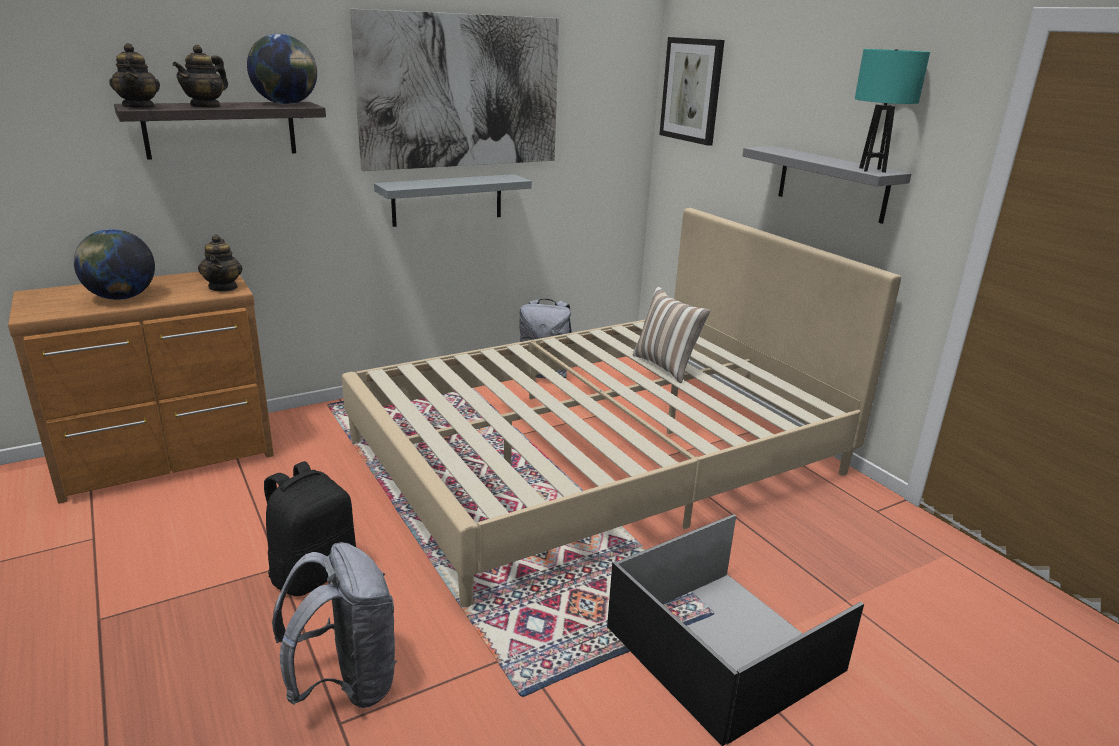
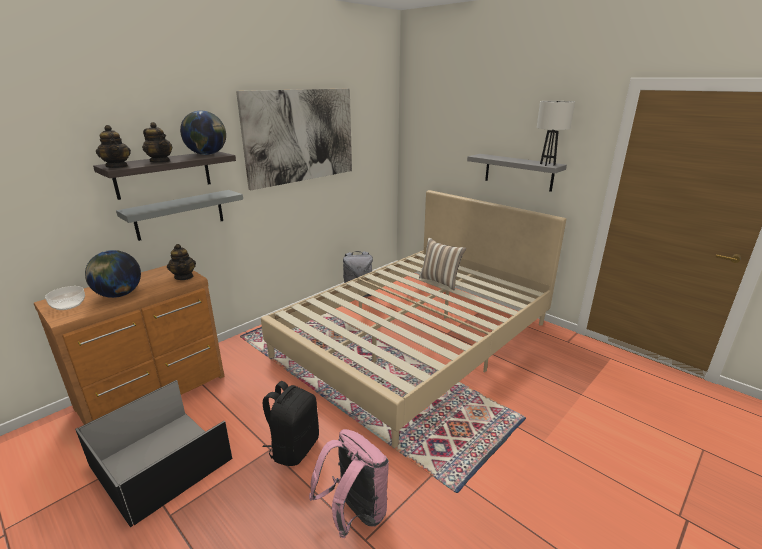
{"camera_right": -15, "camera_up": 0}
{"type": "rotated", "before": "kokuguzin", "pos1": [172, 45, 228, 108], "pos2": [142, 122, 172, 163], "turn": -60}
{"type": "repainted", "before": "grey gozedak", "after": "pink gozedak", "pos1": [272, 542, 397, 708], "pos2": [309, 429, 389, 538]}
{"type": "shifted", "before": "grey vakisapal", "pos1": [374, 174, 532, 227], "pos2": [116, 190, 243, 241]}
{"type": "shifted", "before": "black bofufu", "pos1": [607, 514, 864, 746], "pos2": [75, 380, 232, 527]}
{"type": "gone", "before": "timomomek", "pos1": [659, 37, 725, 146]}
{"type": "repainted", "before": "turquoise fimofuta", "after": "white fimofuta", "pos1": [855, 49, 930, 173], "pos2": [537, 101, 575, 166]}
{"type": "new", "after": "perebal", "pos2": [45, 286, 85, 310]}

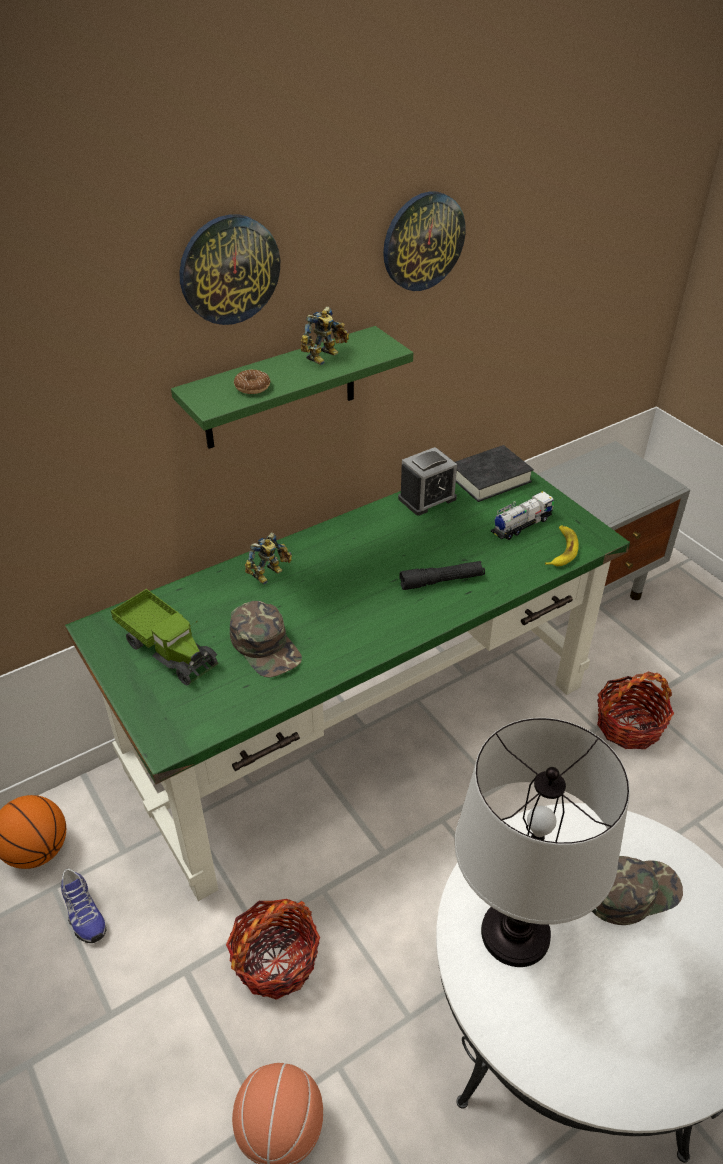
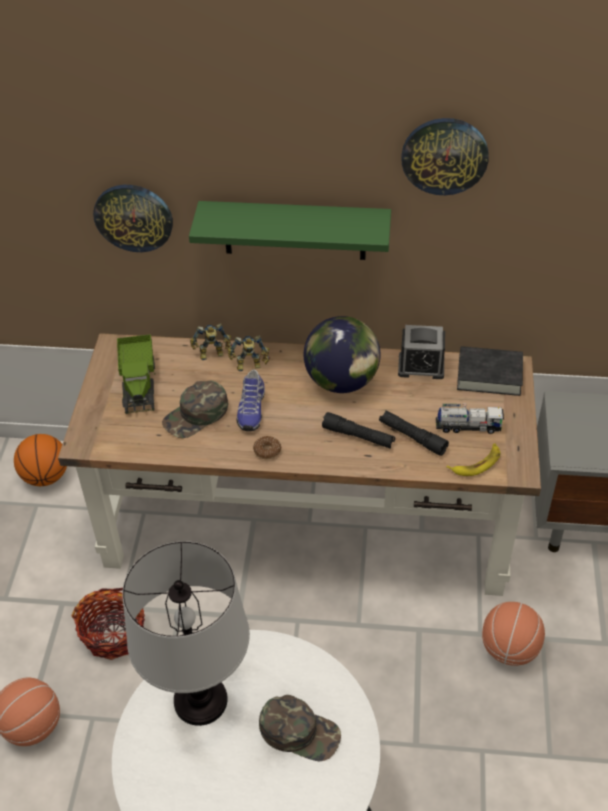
{"camera_right": 40, "camera_up": 5}
{"type": "shifted", "before": "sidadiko", "pos1": [61, 869, 106, 943], "pos2": [237, 369, 265, 431]}
{"type": "repainted", "before": "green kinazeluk", "after": "brown kinazeluk", "pos1": [65, 471, 630, 901], "pos2": [58, 333, 541, 596]}
{"type": "shifted", "before": "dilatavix", "pos1": [179, 215, 280, 325], "pos2": [93, 185, 173, 252]}
{"type": "rotated", "before": "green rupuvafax", "pos1": [230, 601, 302, 678], "pos2": [162, 380, 228, 438], "turn": 45}
{"type": "shifted", "before": "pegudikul", "pos1": [234, 370, 270, 394], "pos2": [253, 436, 281, 459]}
{"type": "shifted", "before": "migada", "pos1": [300, 307, 349, 365], "pos2": [190, 323, 232, 360]}
{"type": "swapped", "before": "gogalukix", "after": "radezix", "pos1": [597, 672, 674, 749], "pos2": [482, 602, 545, 666]}
{"type": "new", "after": "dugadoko", "pos2": [304, 316, 381, 393]}
{"type": "new", "after": "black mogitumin", "pos2": [379, 410, 449, 456]}

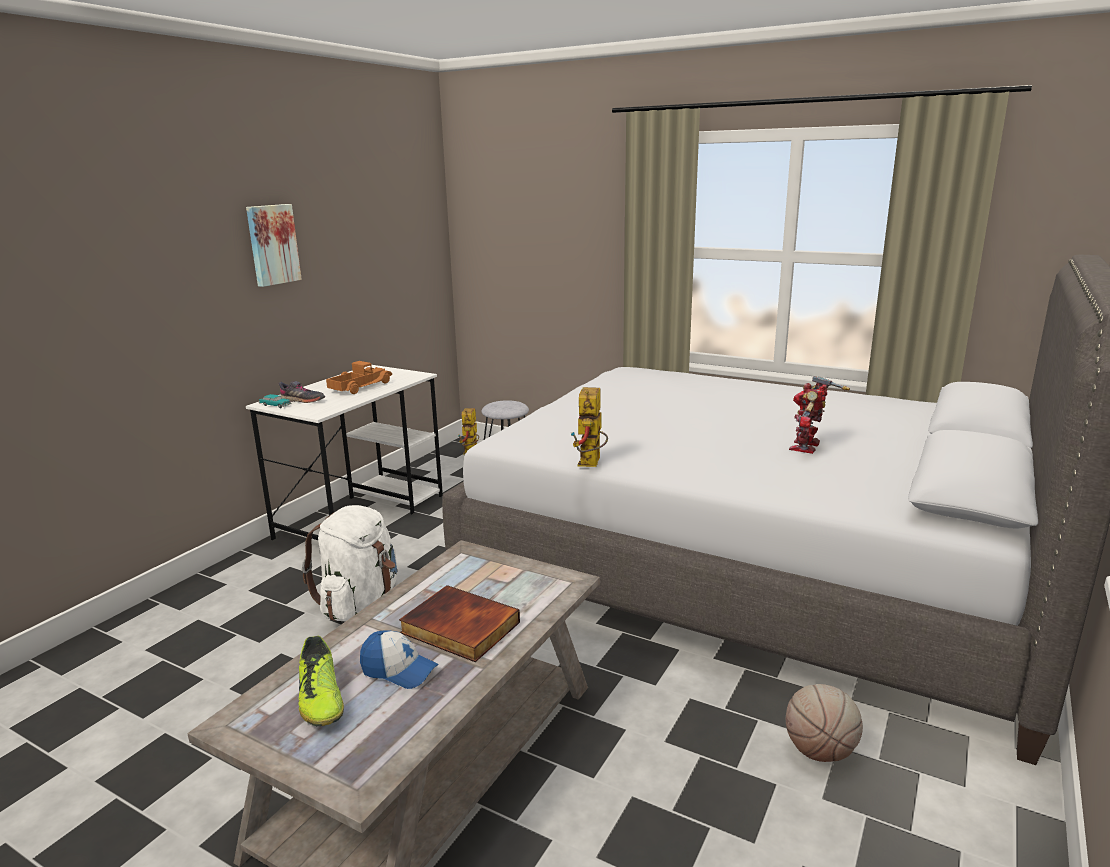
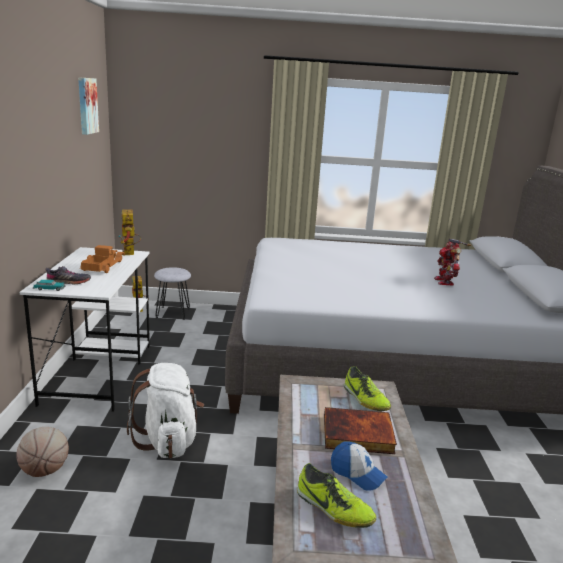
{"camera_right": -30, "camera_up": 0}
{"type": "shifted", "before": "timomomek", "pos1": [246, 204, 302, 287], "pos2": [78, 77, 99, 135]}
{"type": "rotated", "before": "rupuvafax", "pos1": [360, 630, 438, 689], "pos2": [331, 441, 388, 491], "turn": 45}
{"type": "shifted", "before": "migada", "pos1": [571, 387, 608, 467], "pos2": [118, 210, 141, 256]}
{"type": "shifted", "before": "radezix", "pos1": [786, 684, 863, 762], "pos2": [16, 427, 69, 477]}
{"type": "new", "after": "sidadiko", "pos2": [344, 366, 391, 411]}

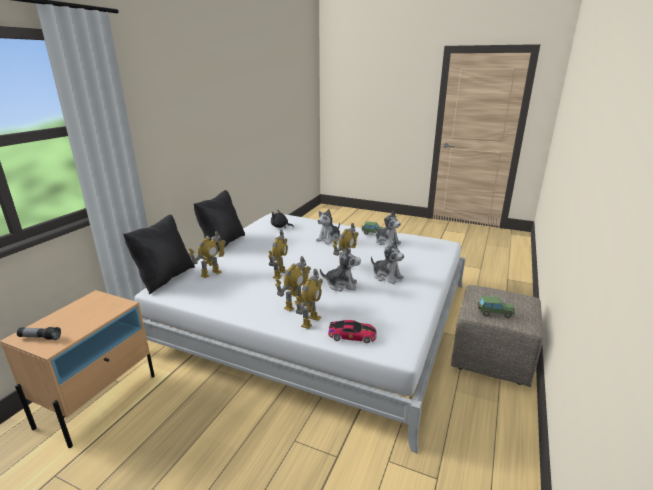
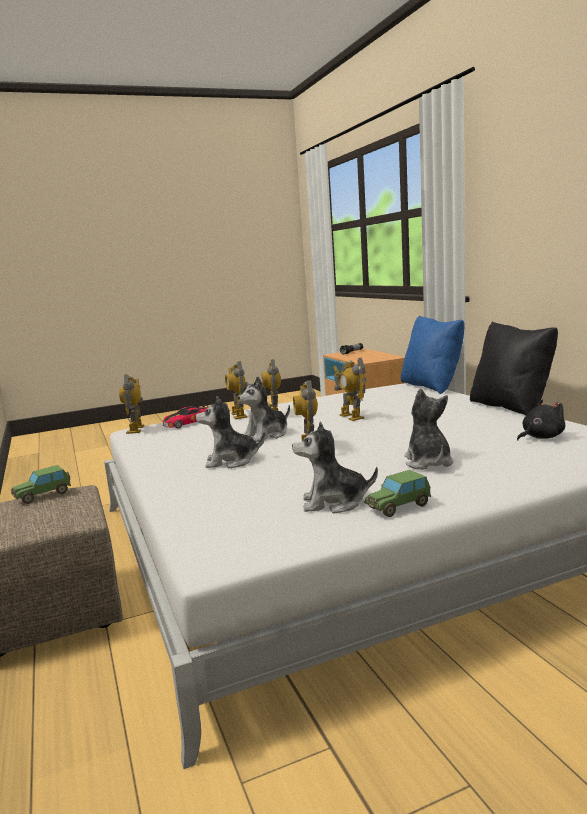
{"camera_right": 135, "camera_up": -10}
{"type": "repainted", "before": "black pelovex", "after": "blue pelovex", "pos1": [123, 214, 195, 294], "pos2": [401, 315, 465, 394]}
{"type": "shifted", "before": "migada", "pos1": [189, 231, 226, 278], "pos2": [119, 374, 144, 434]}

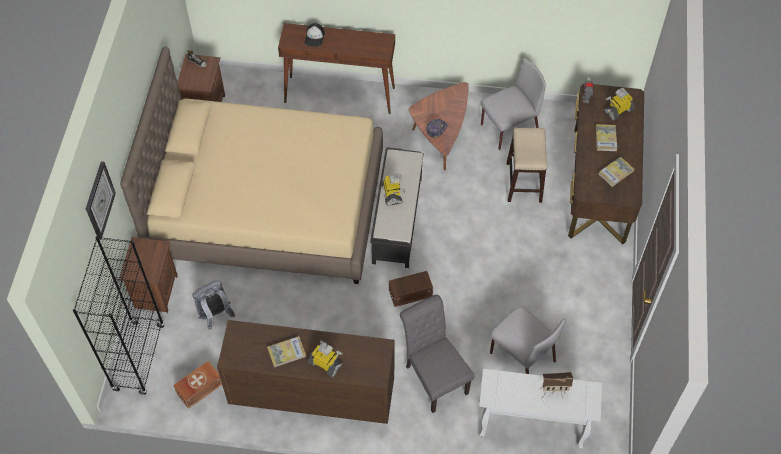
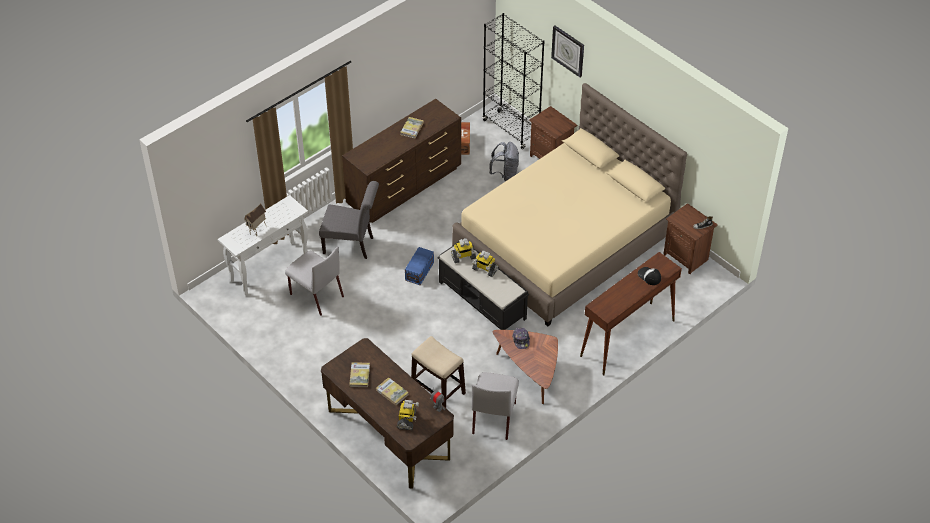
{"camera_right": 130, "camera_up": -10}
{"type": "shifted", "before": "migada", "pos1": [308, 340, 343, 378], "pos2": [451, 238, 476, 263]}
{"type": "repainted", "before": "brown bofufu", "after": "blue bofufu", "pos1": [389, 271, 433, 307], "pos2": [405, 247, 434, 285]}
{"type": "rotated", "before": "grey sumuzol", "pos1": [490, 306, 566, 374], "pos2": [285, 247, 344, 316], "turn": -135}

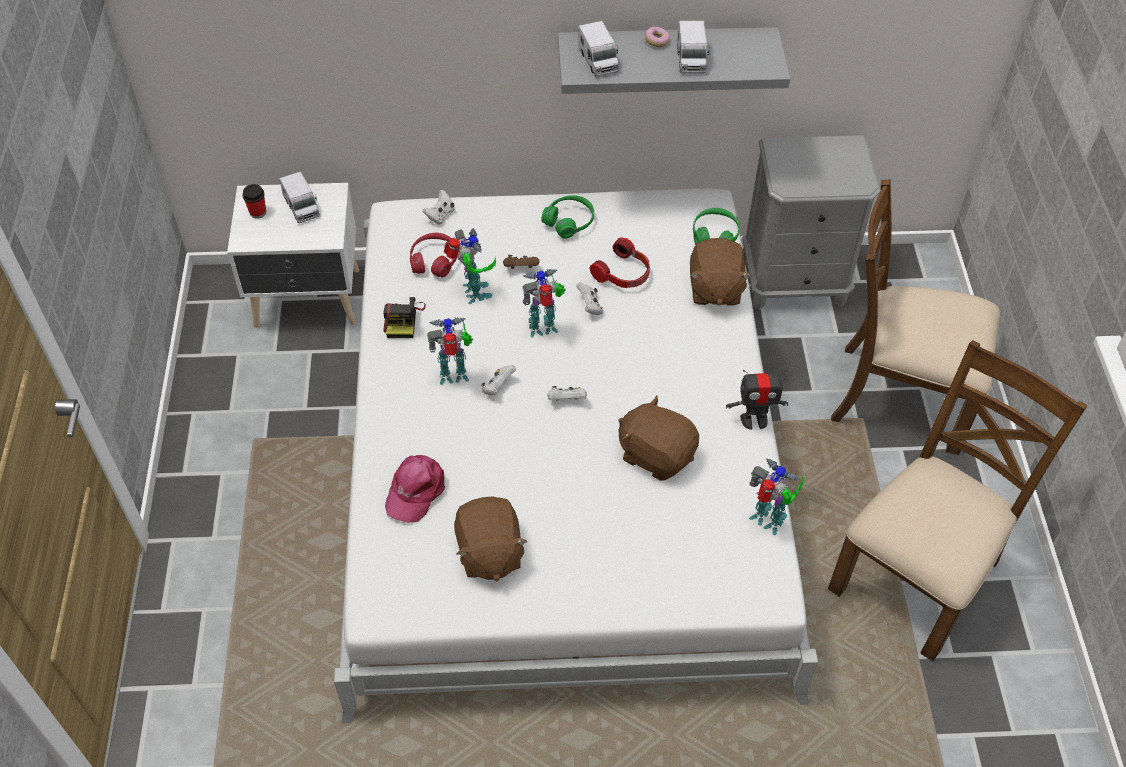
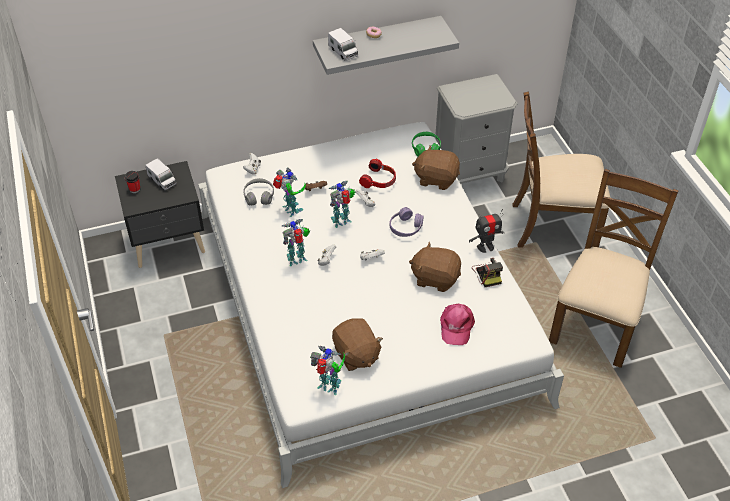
{"camera_right": -15, "camera_up": -5}
{"type": "repainted", "before": "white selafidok", "after": "black selafidok", "pos1": [227, 183, 359, 328], "pos2": [115, 161, 205, 268]}
{"type": "shifted", "before": "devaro", "pos1": [383, 297, 426, 338], "pos2": [472, 258, 503, 287]}
{"type": "shifted", "before": "pink rupuvafax", "pos1": [385, 455, 445, 523], "pos2": [440, 304, 475, 345]}
{"type": "repainted", "before": "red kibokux", "after": "grey kibokux", "pos1": [410, 233, 457, 278], "pos2": [243, 178, 274, 206]}
{"type": "gone", "before": "green kibokux", "pos1": [541, 195, 594, 239]}
{"type": "gone", "before": "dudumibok", "pos1": [677, 21, 710, 73]}
{"type": "rotated", "before": "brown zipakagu", "pos1": [690, 238, 752, 306], "pos2": [412, 146, 460, 190], "turn": 120}
{"type": "shifted", "before": "migada", "pos1": [749, 458, 803, 535], "pos2": [310, 346, 345, 395]}
{"type": "new", "after": "purple kibokux", "pos2": [389, 207, 424, 237]}

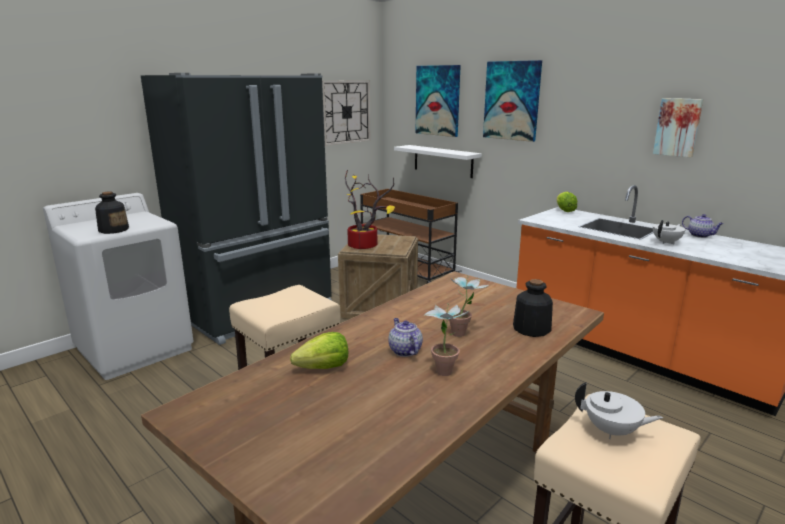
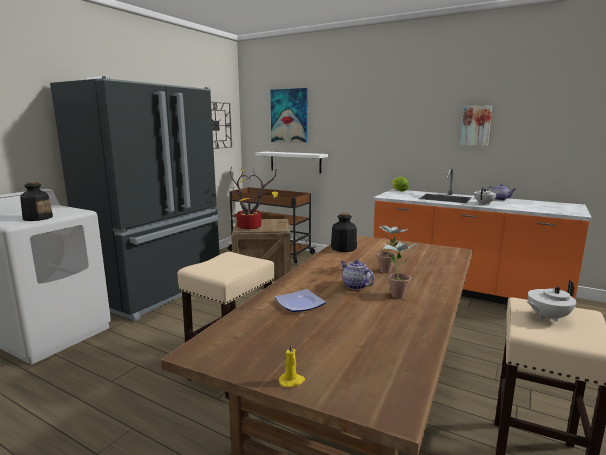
{"camera_right": -15, "camera_up": -5}
{"type": "swapped", "before": "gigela", "after": "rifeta", "pos1": [290, 332, 348, 369], "pos2": [275, 289, 326, 312]}
{"type": "gone", "before": "timomomek", "pos1": [483, 60, 542, 142]}
{"type": "shifted", "before": "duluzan", "pos1": [513, 279, 553, 337], "pos2": [331, 213, 357, 252]}
{"type": "rotated", "before": "white kokuguzin", "pos1": [575, 382, 663, 439], "pos2": [526, 280, 576, 322], "turn": 150}
{"type": "new", "after": "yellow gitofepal", "pos2": [279, 343, 305, 387]}

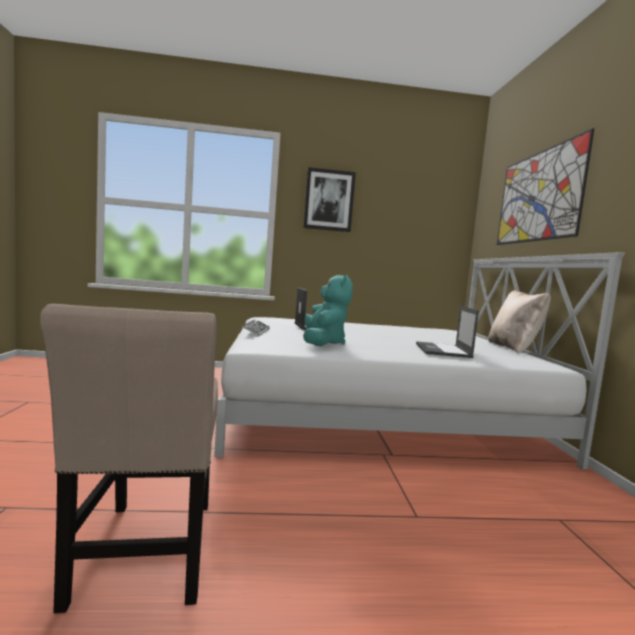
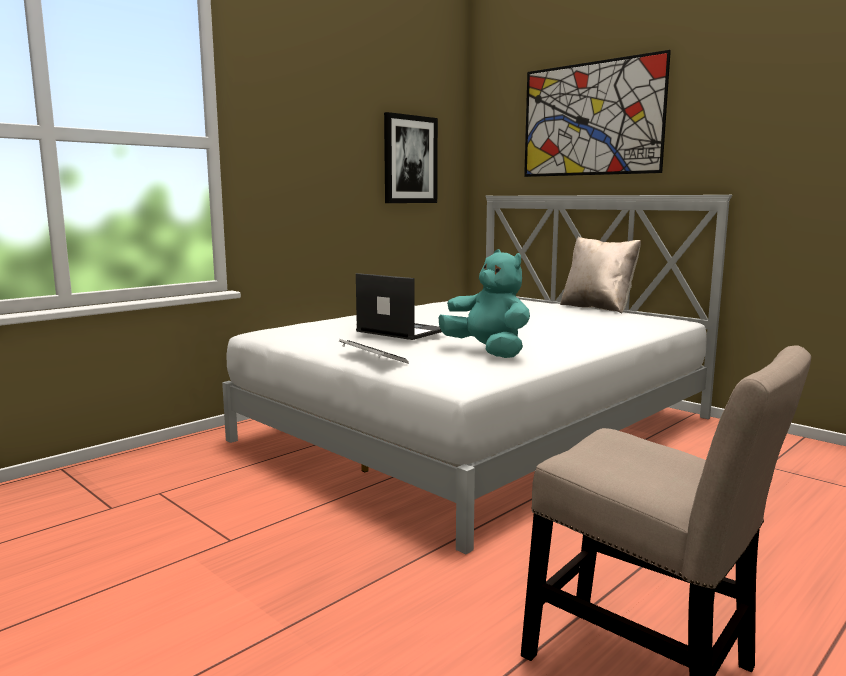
{"camera_right": -40, "camera_up": 5}
{"type": "shifted", "before": "timomomek", "pos1": [303, 167, 356, 232], "pos2": [384, 112, 438, 203]}
{"type": "gone", "before": "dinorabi", "pos1": [416, 306, 479, 358]}

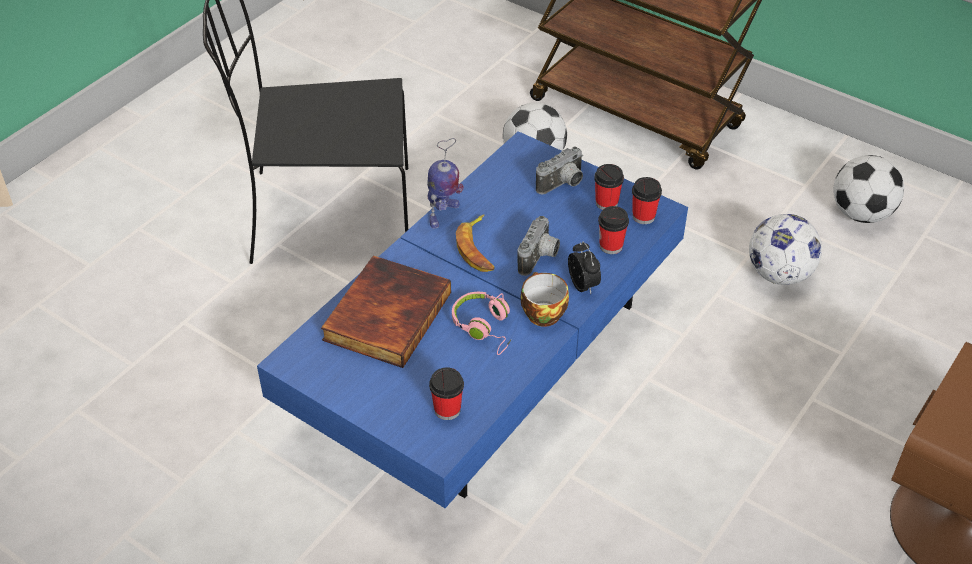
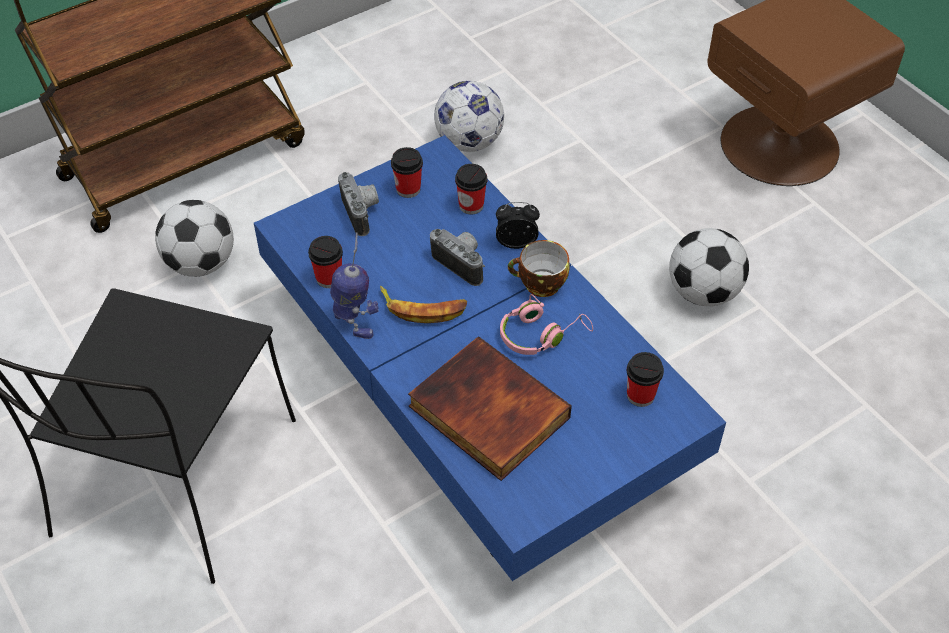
{"camera_right": -70, "camera_up": 5}
{"type": "shifted", "before": "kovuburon", "pos1": [632, 177, 662, 224], "pos2": [308, 236, 343, 288]}
{"type": "shifted", "before": "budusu", "pos1": [833, 155, 904, 223], "pos2": [669, 228, 749, 306]}

